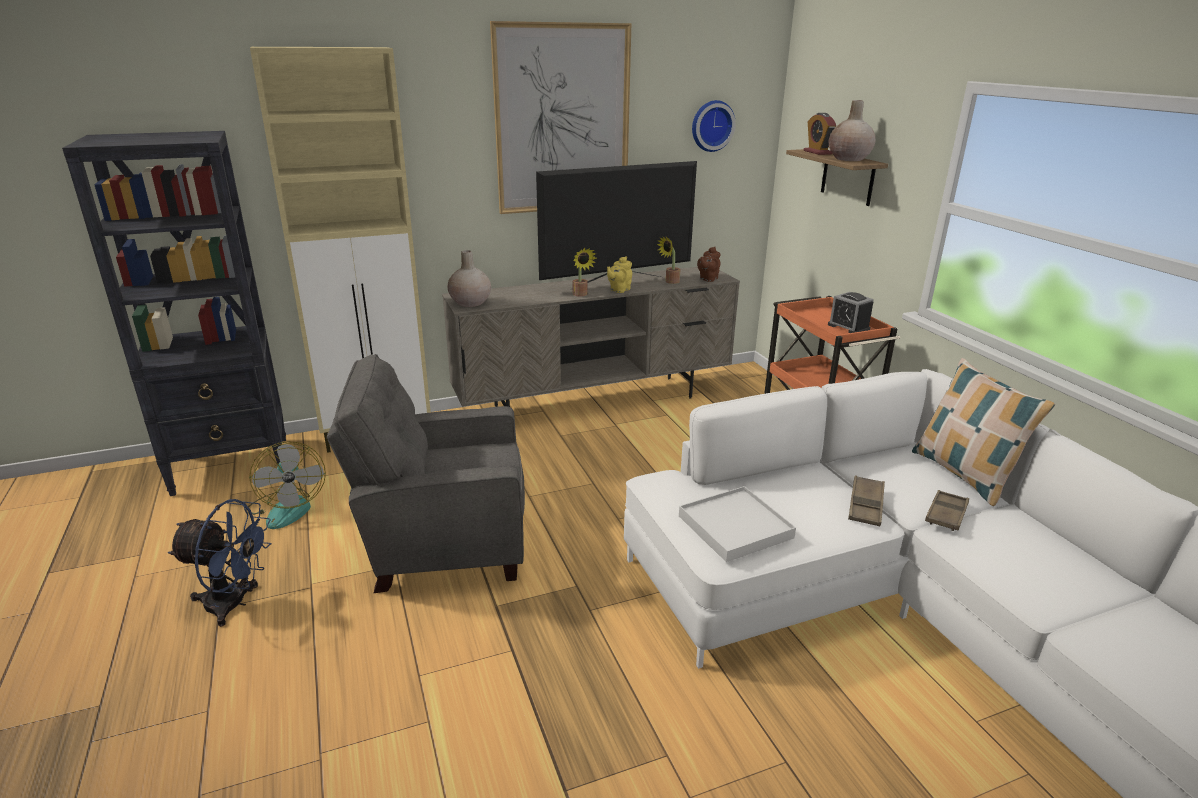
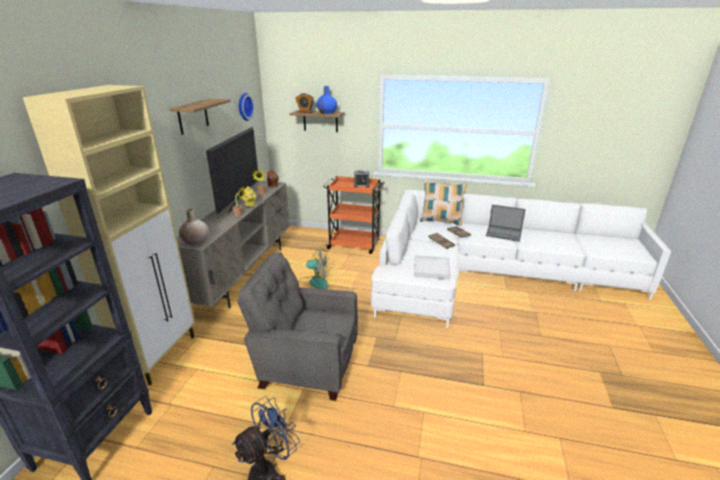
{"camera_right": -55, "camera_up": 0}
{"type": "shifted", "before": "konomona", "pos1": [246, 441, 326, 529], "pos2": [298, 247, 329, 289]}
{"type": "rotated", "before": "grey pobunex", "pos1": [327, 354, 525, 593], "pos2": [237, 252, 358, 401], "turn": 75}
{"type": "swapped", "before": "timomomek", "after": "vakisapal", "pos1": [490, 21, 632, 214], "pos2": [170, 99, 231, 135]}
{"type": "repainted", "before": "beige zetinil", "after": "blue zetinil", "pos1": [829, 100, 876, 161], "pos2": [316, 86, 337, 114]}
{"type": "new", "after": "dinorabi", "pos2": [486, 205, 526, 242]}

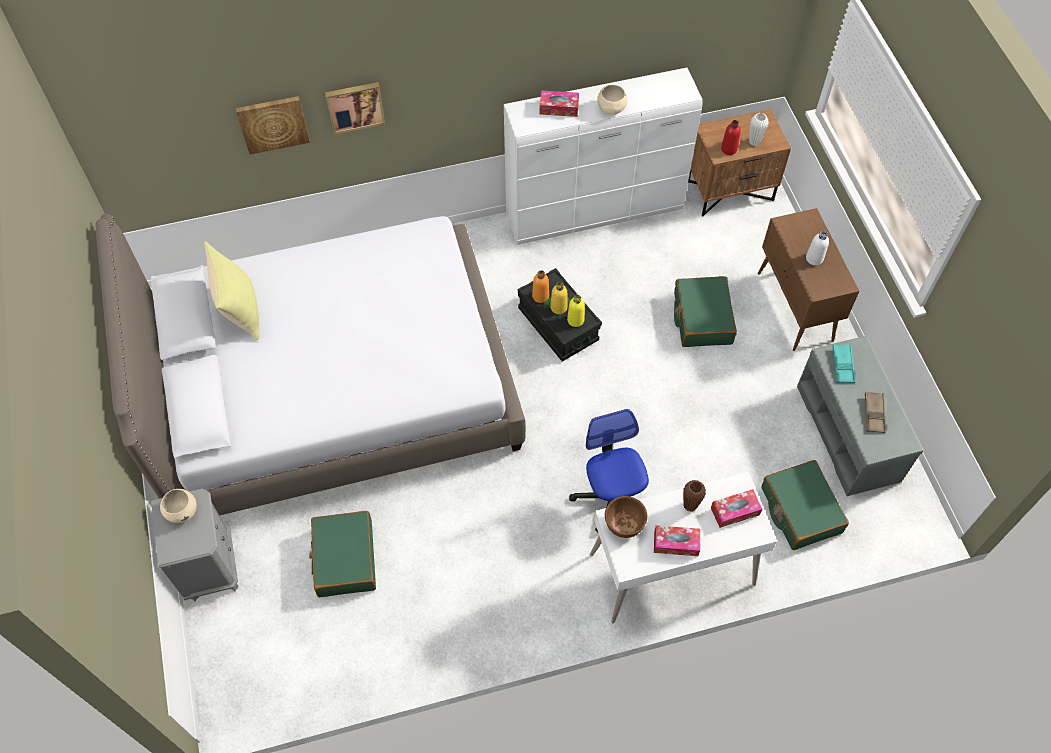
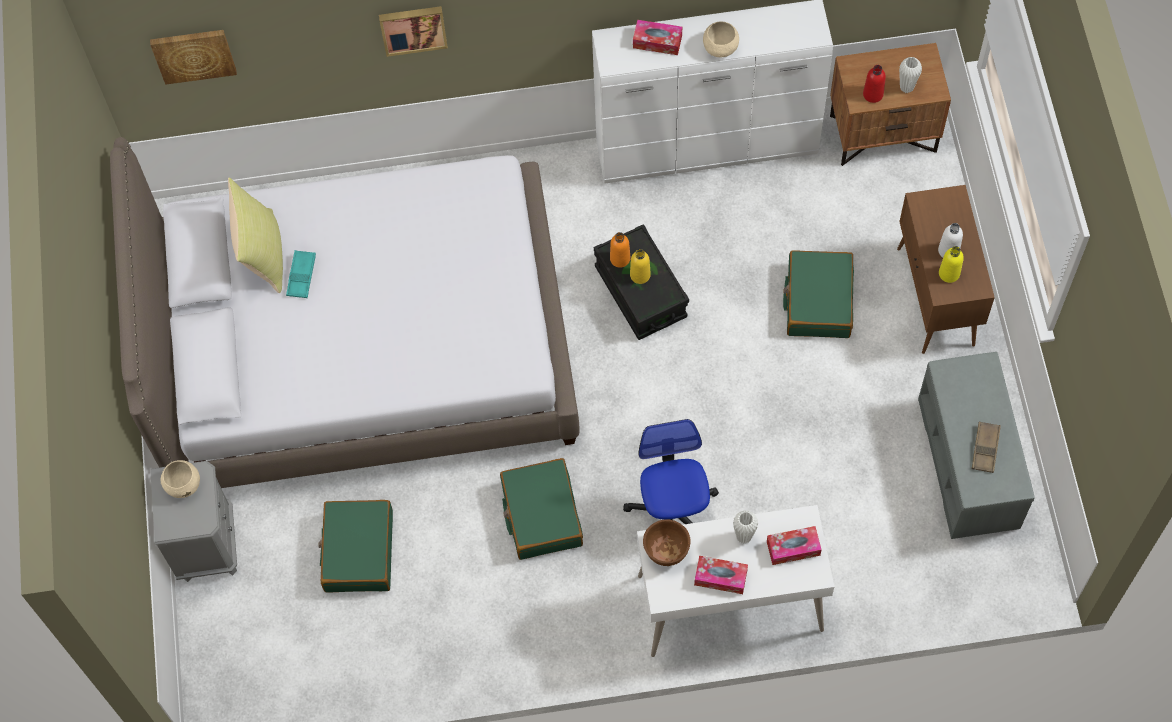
{"camera_right": 10, "camera_up": 5}
{"type": "shifted", "before": "timomomek", "pos1": [236, 96, 310, 155], "pos2": [150, 30, 237, 85]}
{"type": "shifted", "before": "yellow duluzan", "pos1": [567, 295, 585, 327], "pos2": [939, 246, 964, 283]}
{"type": "repainted", "before": "brown zetinil", "after": "white zetinil", "pos1": [683, 480, 706, 511], "pos2": [733, 510, 758, 544]}
{"type": "shifted", "before": "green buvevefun", "pos1": [761, 460, 849, 550], "pos2": [500, 458, 583, 560]}
{"type": "shifted", "before": "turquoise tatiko", "pos1": [833, 344, 855, 383], "pos2": [286, 250, 316, 298]}

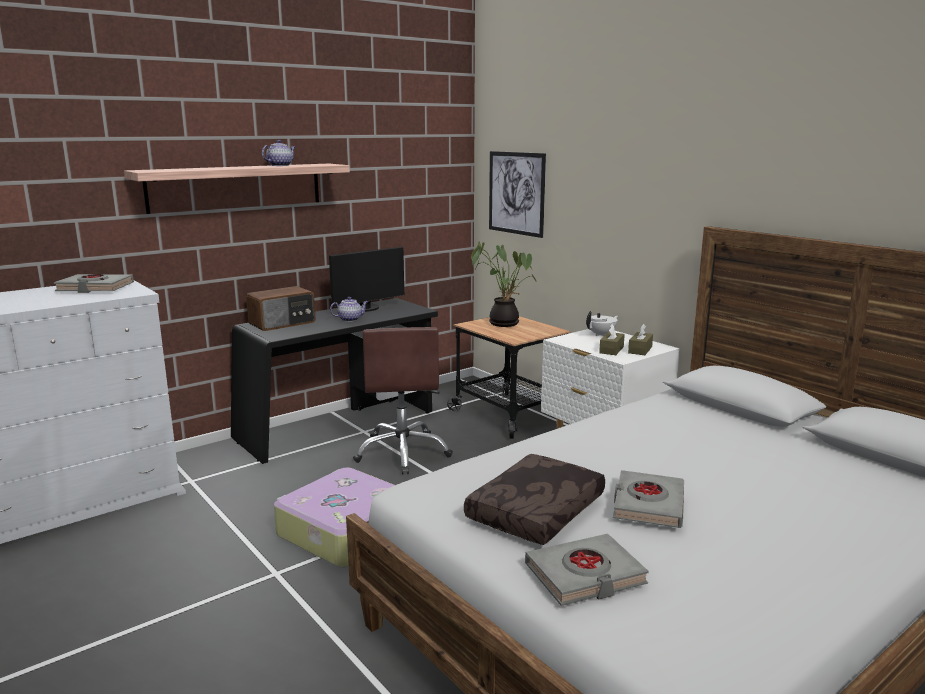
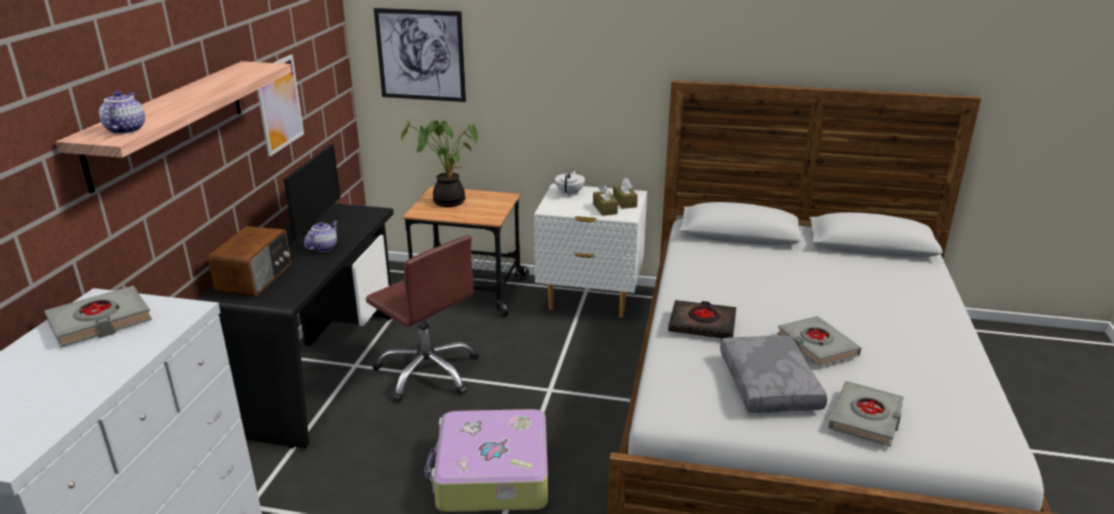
{"camera_right": -40, "camera_up": 10}
{"type": "shifted", "before": "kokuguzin", "pos1": [262, 140, 296, 166], "pos2": [99, 91, 145, 134]}
{"type": "repainted", "before": "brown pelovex", "after": "grey pelovex", "pos1": [464, 454, 605, 545], "pos2": [720, 335, 827, 413]}
{"type": "new", "after": "timomomek", "pos2": [257, 55, 304, 156]}
{"type": "new", "after": "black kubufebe", "pos2": [668, 300, 736, 339]}

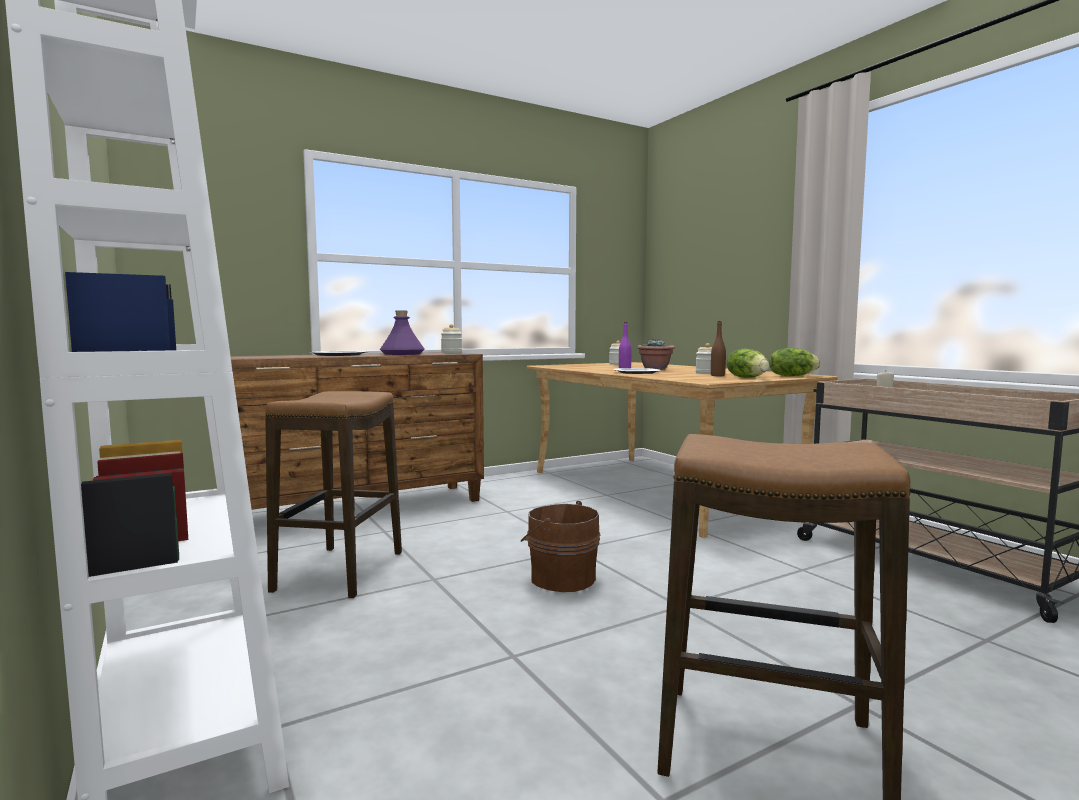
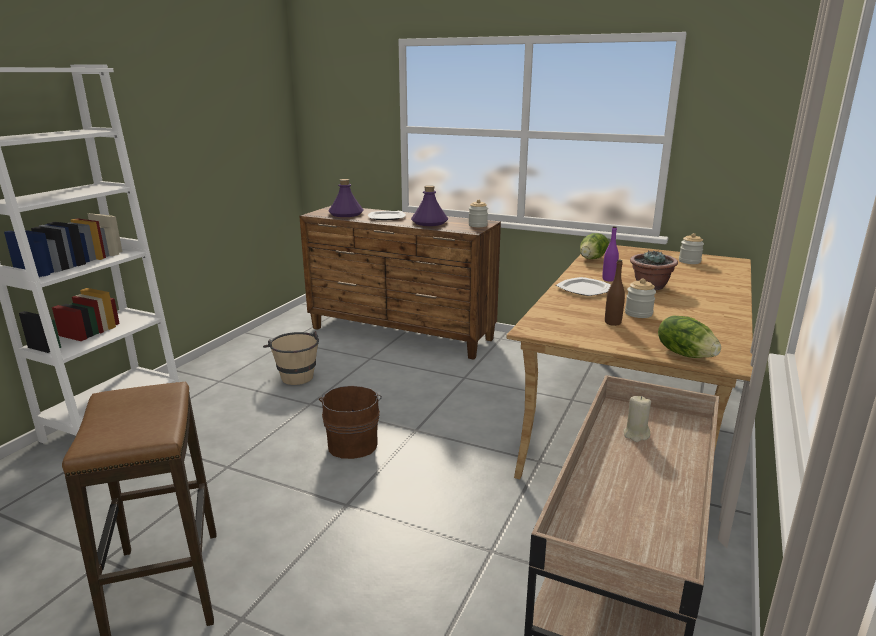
{"camera_right": 55, "camera_up": 15}
{"type": "swapped", "before": "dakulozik", "after": "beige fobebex", "pos1": [265, 391, 402, 599], "pos2": [263, 331, 319, 385]}
{"type": "shifted", "before": "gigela", "pos1": [727, 349, 769, 378], "pos2": [580, 233, 609, 259]}
{"type": "new", "after": "purple duluzan", "pos2": [328, 179, 364, 217]}

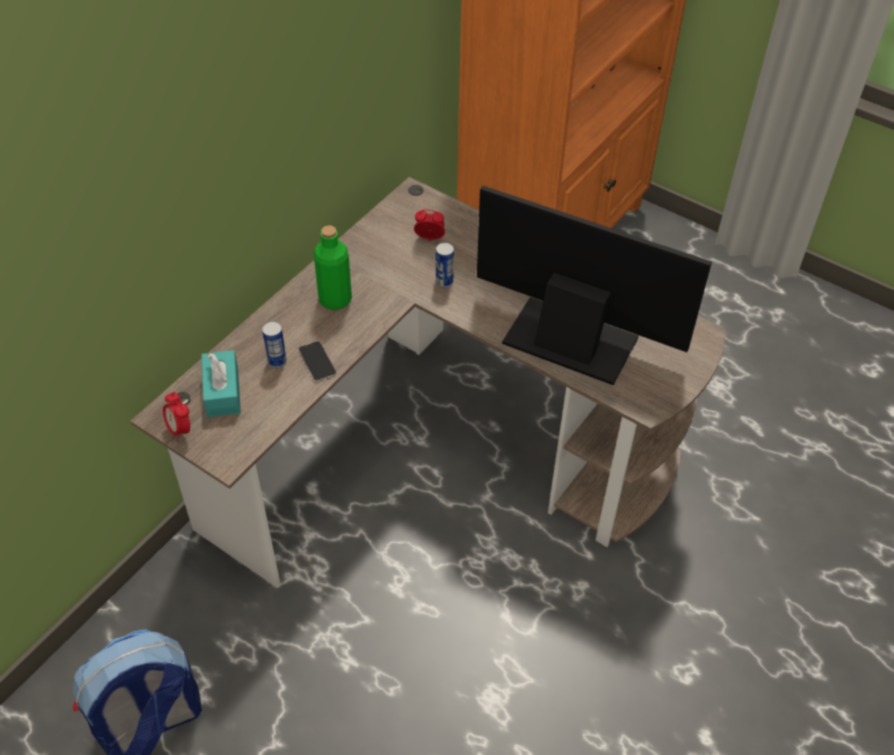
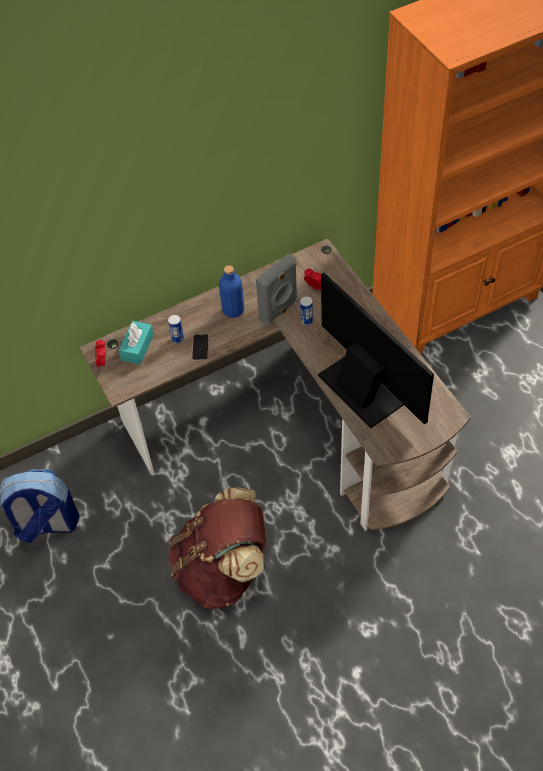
{"camera_right": 30, "camera_up": 5}
{"type": "repainted", "before": "green duluzan", "after": "blue duluzan", "pos1": [314, 225, 352, 310], "pos2": [219, 265, 244, 318]}
{"type": "new", "after": "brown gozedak", "pos2": [169, 487, 266, 609]}
{"type": "new", "after": "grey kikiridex", "pos2": [256, 254, 298, 326]}

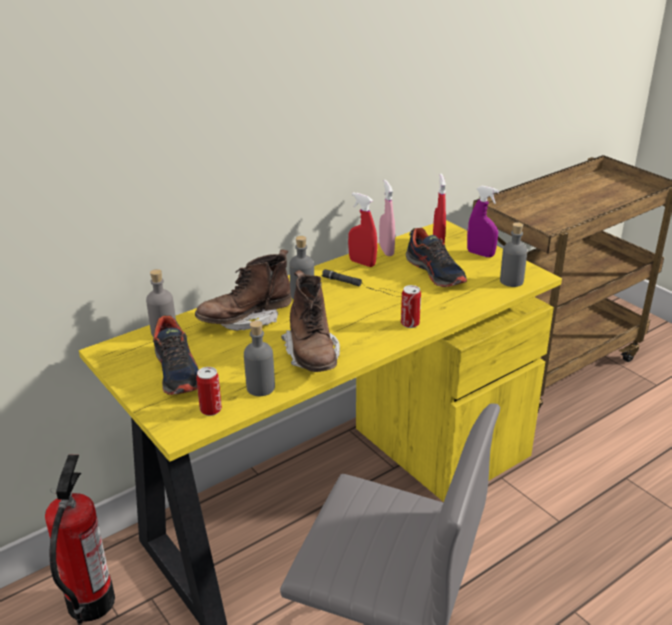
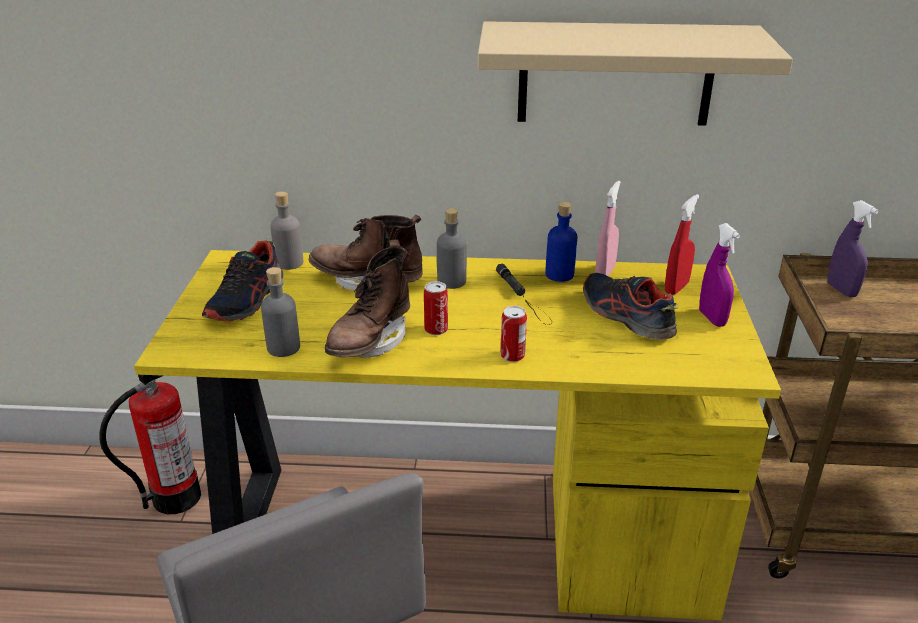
{"camera_right": 40, "camera_up": 0}
{"type": "shifted", "before": "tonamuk", "pos1": [196, 367, 222, 416], "pos2": [424, 281, 448, 335]}
{"type": "swapped", "before": "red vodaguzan", "after": "blue duluzan", "pos1": [348, 192, 377, 267], "pos2": [545, 202, 578, 282]}
{"type": "rotated", "before": "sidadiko", "pos1": [406, 228, 467, 287], "pos2": [583, 273, 678, 340], "turn": 135}
{"type": "gone", "before": "grey duluzan", "pos1": [500, 222, 527, 287]}
{"type": "new", "after": "beige vakisapal", "pos2": [478, 21, 793, 126]}
{"type": "new", "after": "purple vodaguzan", "pos2": [827, 200, 878, 298]}

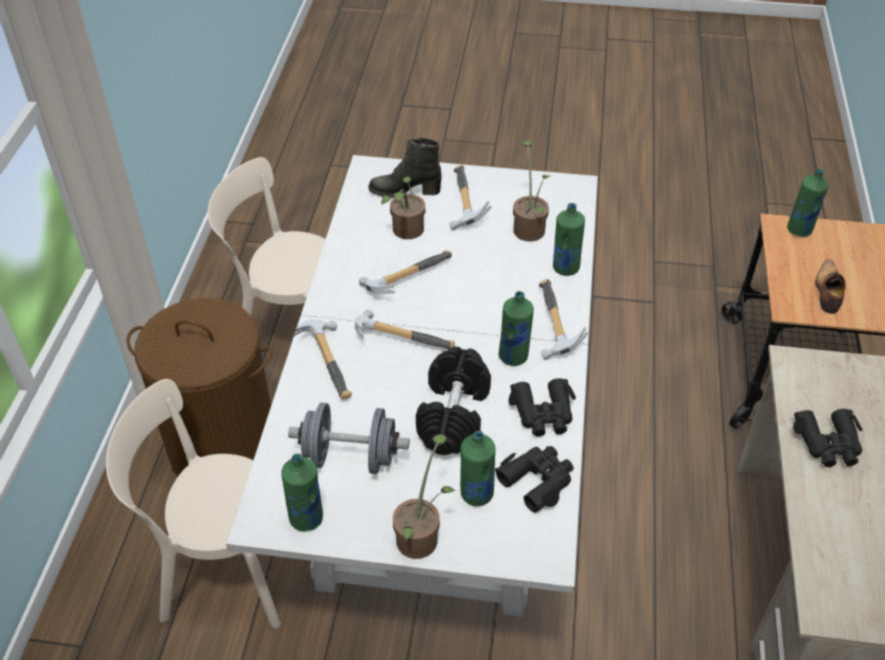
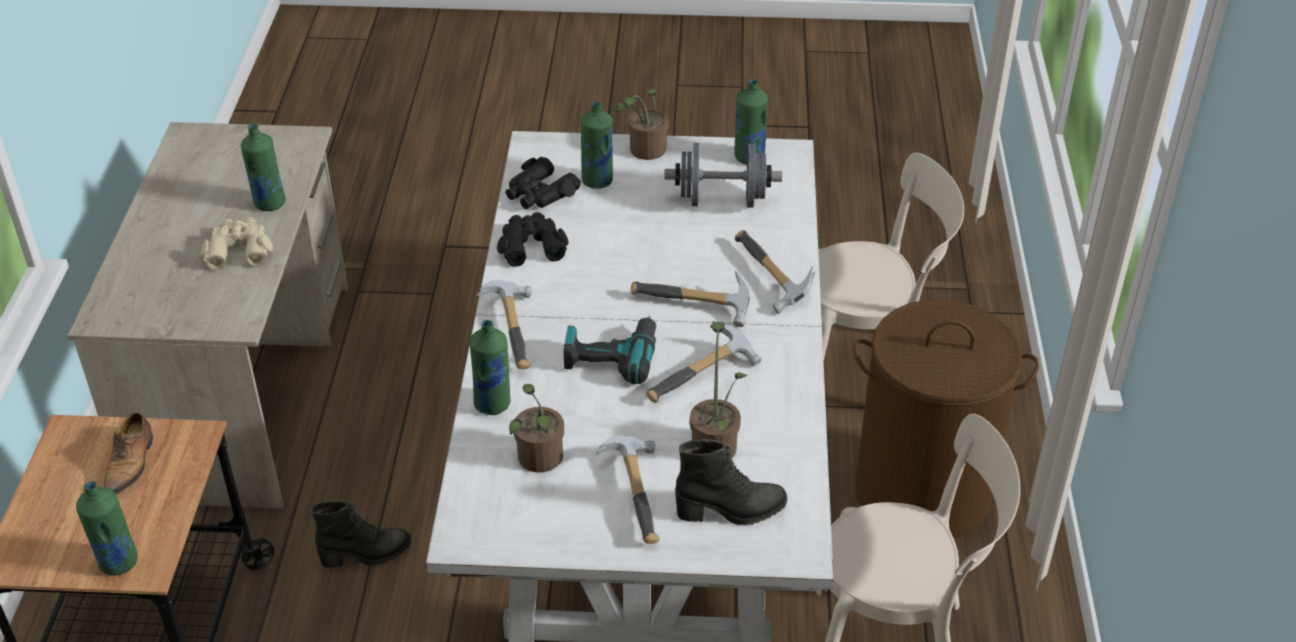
{"camera_right": 175, "camera_up": -5}
{"type": "gone", "before": "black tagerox", "pos1": [416, 346, 491, 455]}
{"type": "shifted", "before": "green duluzan", "pos1": [499, 291, 534, 366], "pos2": [241, 124, 286, 211]}
{"type": "repainted", "before": "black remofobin", "after": "beige remofobin", "pos1": [793, 409, 862, 467], "pos2": [200, 217, 273, 271]}
{"type": "new", "after": "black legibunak", "pos2": [311, 500, 411, 568]}
{"type": "new", "after": "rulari", "pos2": [564, 316, 656, 385]}

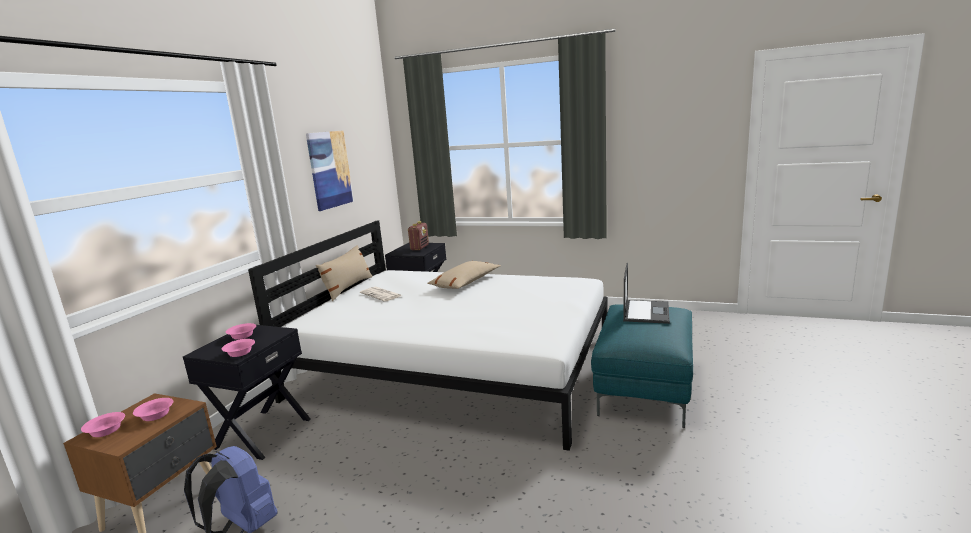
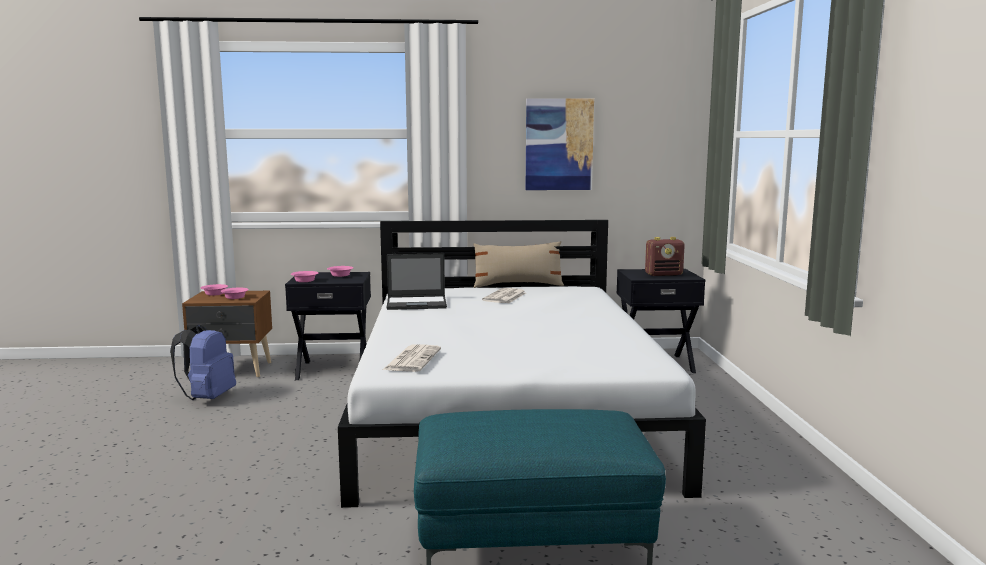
{"camera_right": 65, "camera_up": -5}
{"type": "gone", "before": "beige pelovex", "pos1": [427, 261, 501, 289]}
{"type": "shifted", "before": "dinorabi", "pos1": [623, 263, 670, 324], "pos2": [387, 253, 447, 310]}
{"type": "new", "after": "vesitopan", "pos2": [383, 344, 441, 372]}

